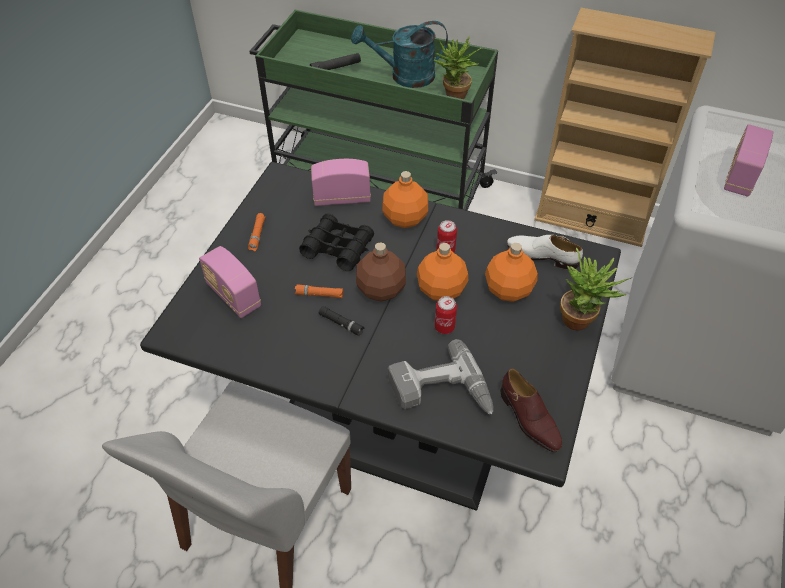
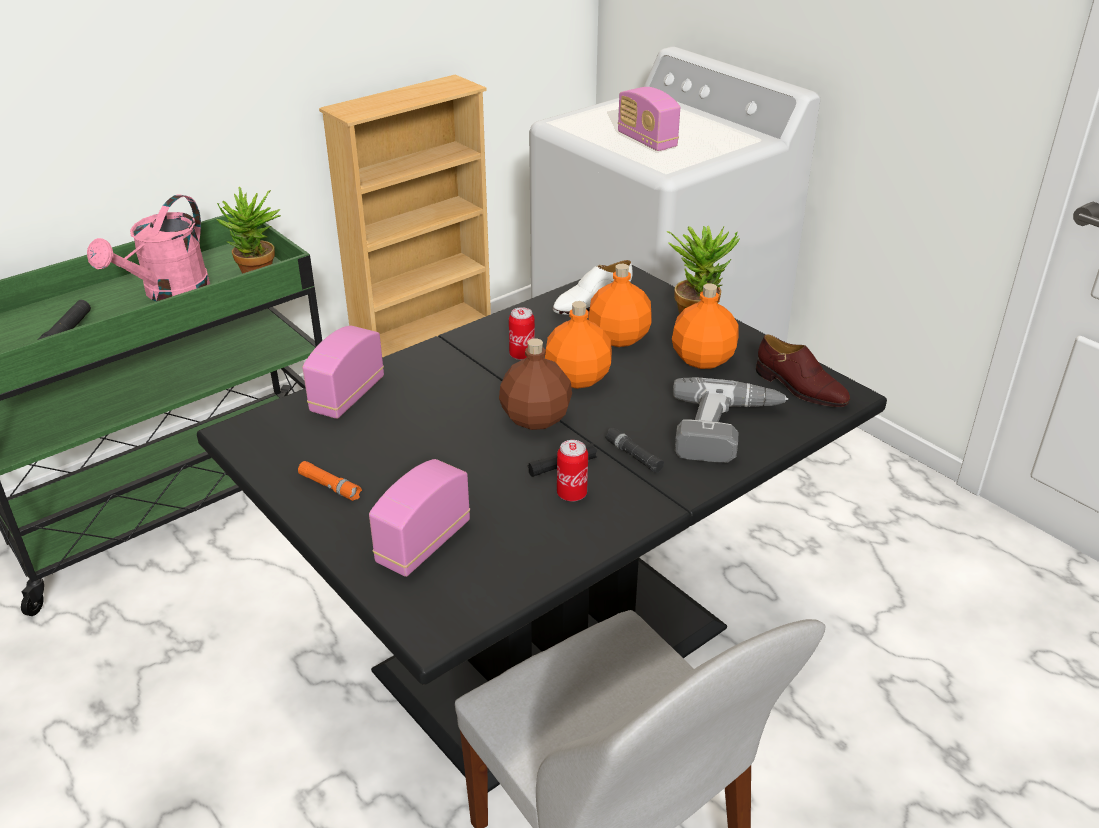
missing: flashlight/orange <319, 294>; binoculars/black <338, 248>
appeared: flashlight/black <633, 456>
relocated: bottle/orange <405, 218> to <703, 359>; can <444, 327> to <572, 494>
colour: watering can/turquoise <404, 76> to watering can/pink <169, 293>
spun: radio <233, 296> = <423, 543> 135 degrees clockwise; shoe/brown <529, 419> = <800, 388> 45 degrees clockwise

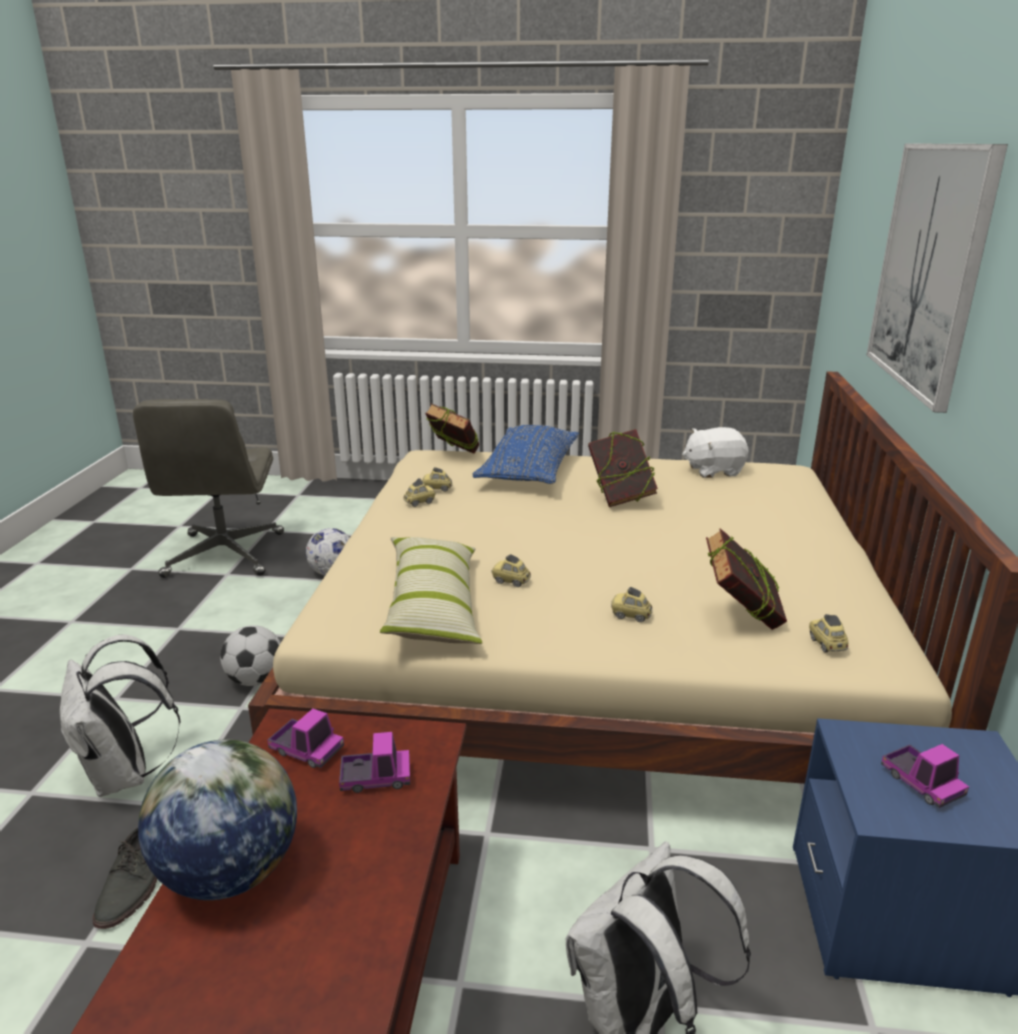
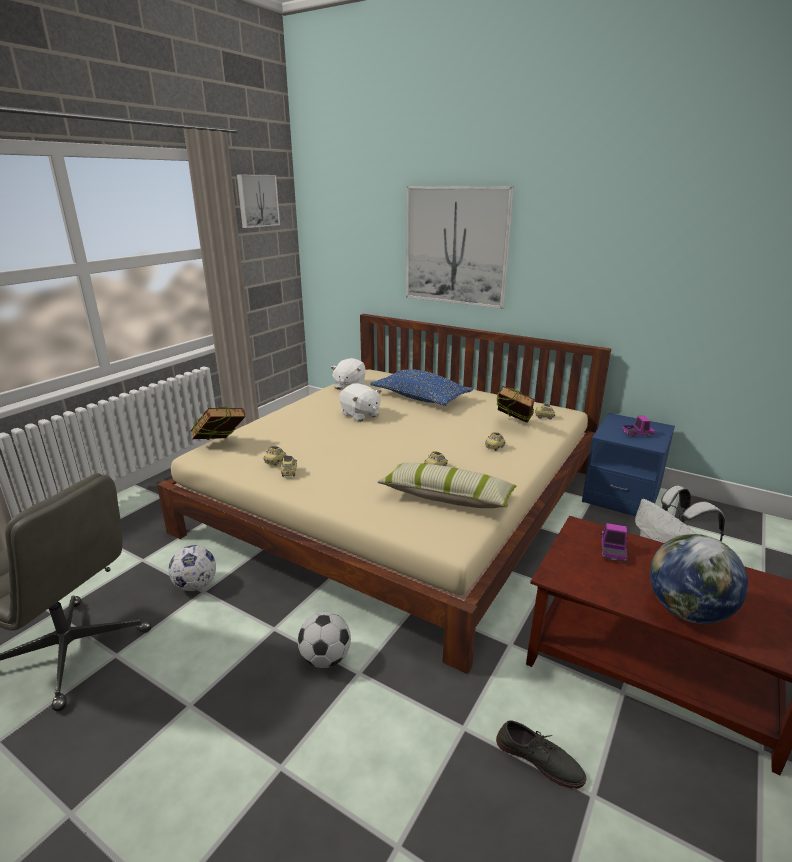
missing: backpack/white <125, 775>; toy truck <307, 750>
appeared: picture <257, 201>
relocated: pillow/blue <528, 471> to <420, 398>
exchanged: book <620, 499> to plush toy/white <360, 415>

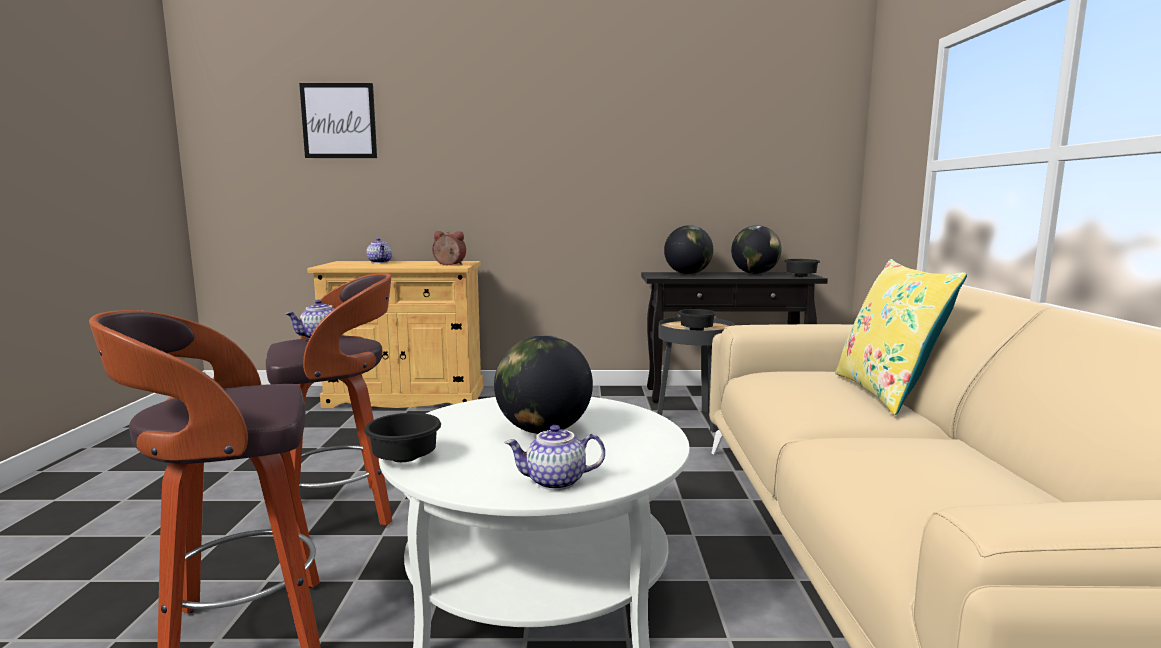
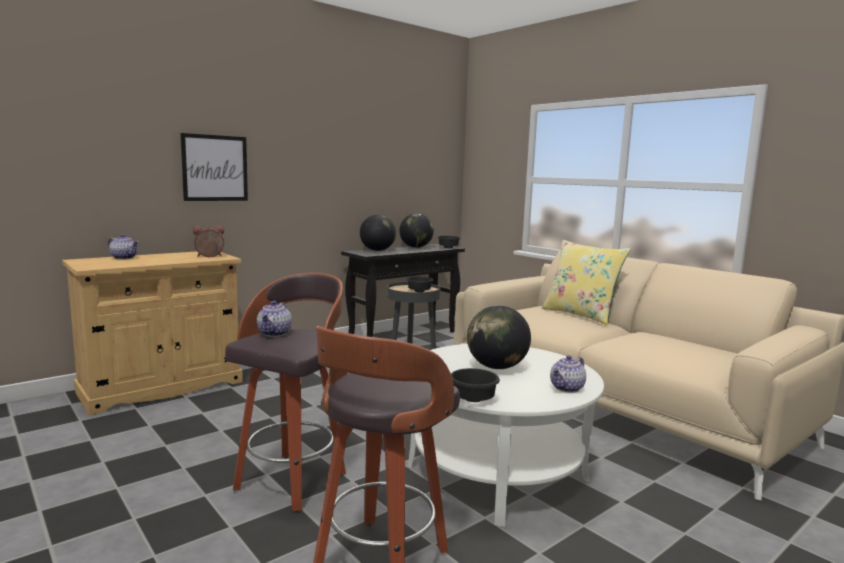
relocated: picture <339, 121> to <215, 168>

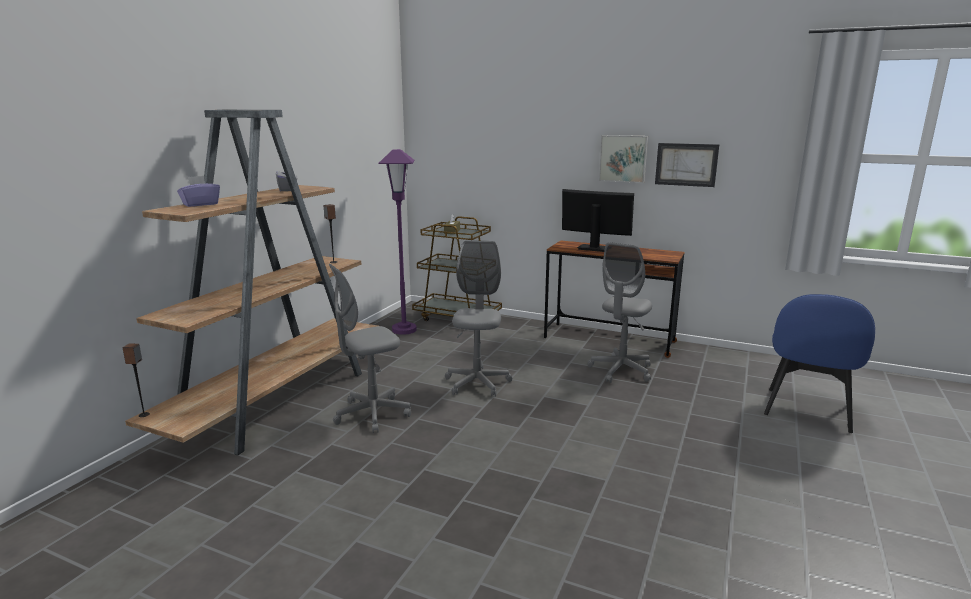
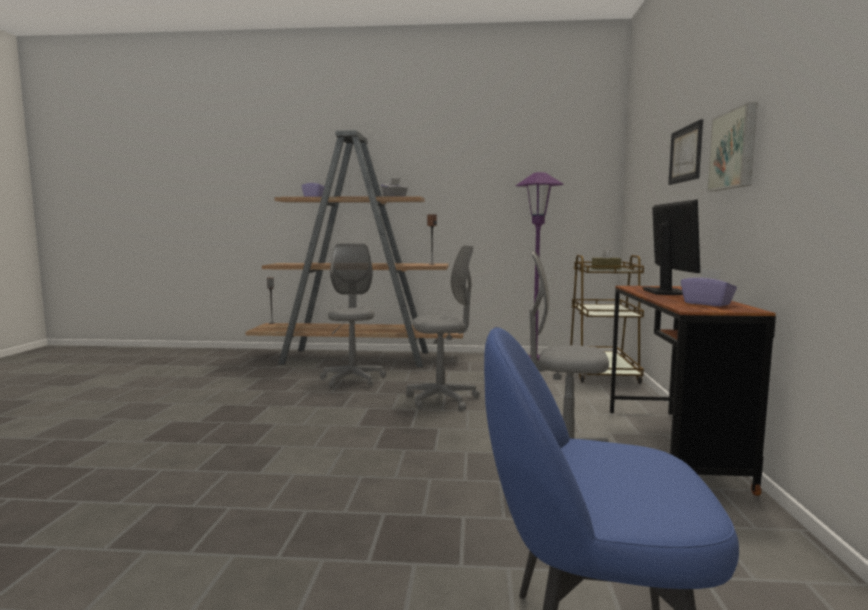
appeared: tissue box/purple <707, 304>
relocated: picture <686, 164> to <685, 154>
spun: office chair/grey <372, 414> = <352, 380> 45 degrees clockwise

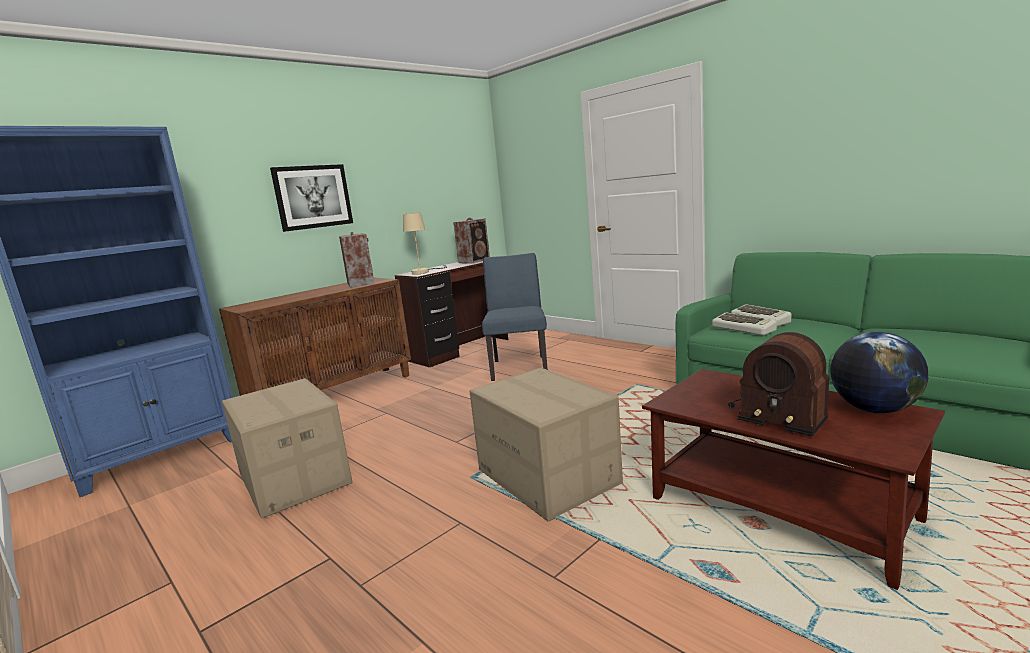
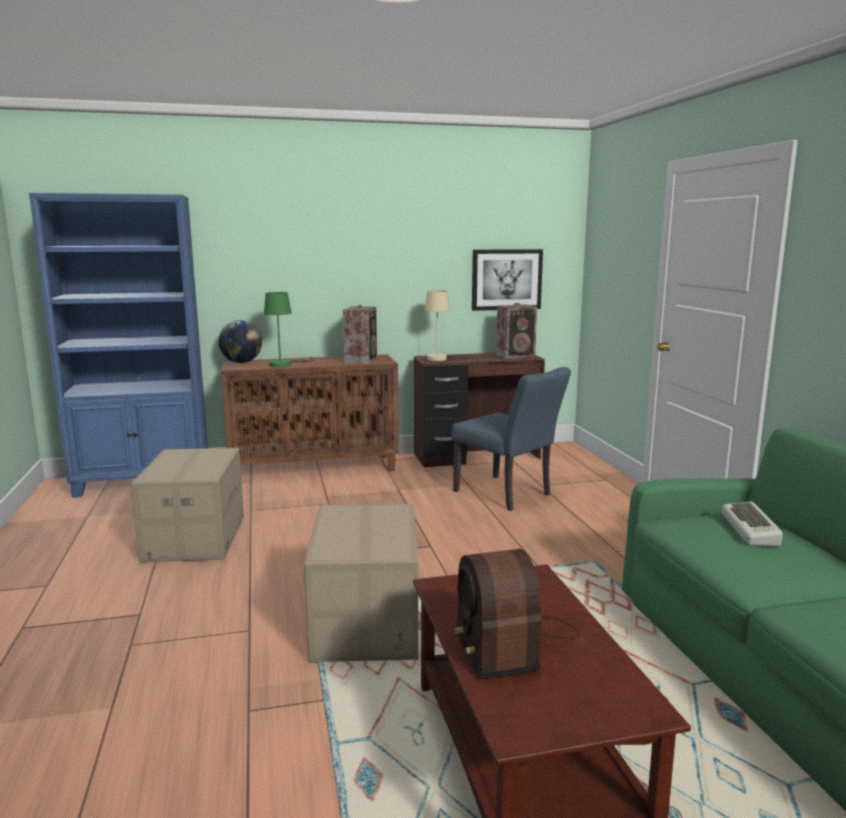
missing: keyboard <744, 329>
appeared: table lamp/green <286, 364>
relocated: picture <313, 197> to <506, 279>; globe <874, 409> to <241, 362>
spun: chair/blue <519, 366> = <507, 495> 105 degrees clockwise

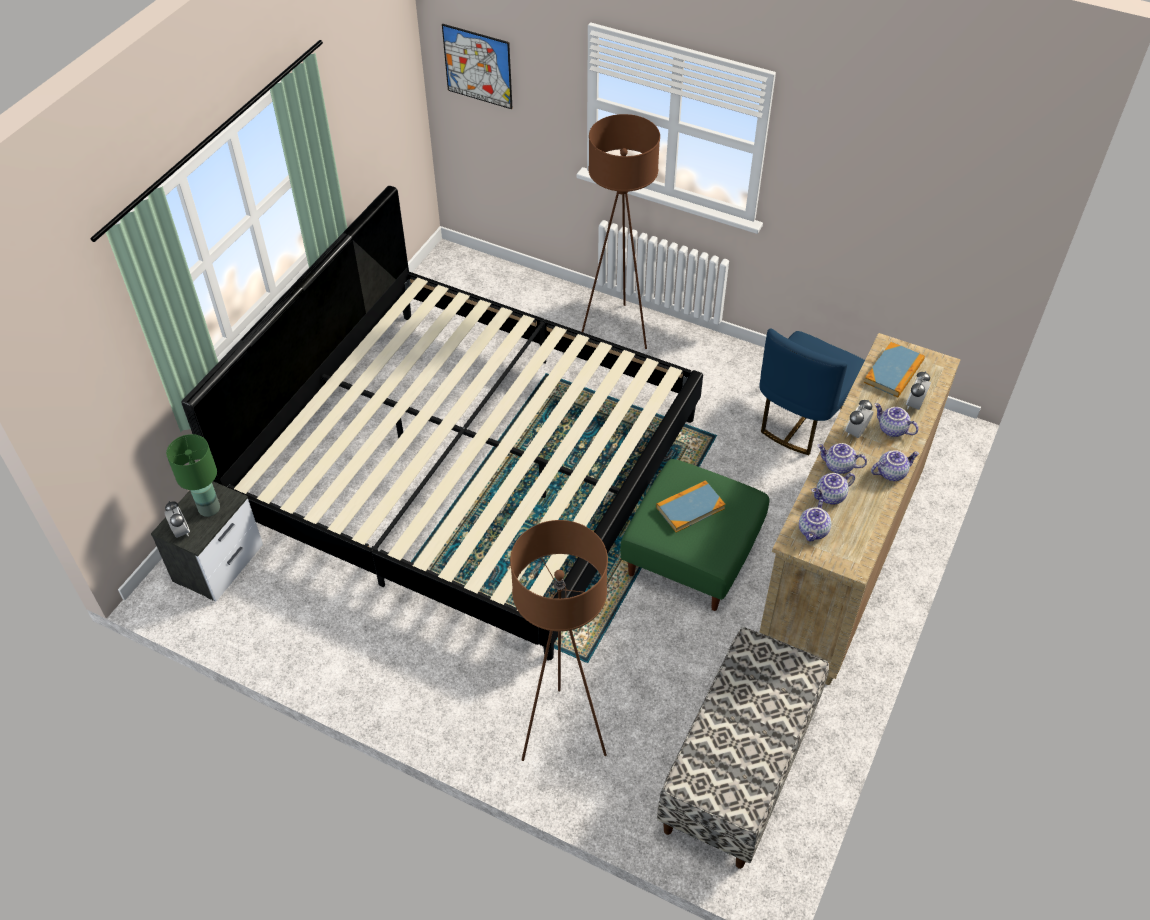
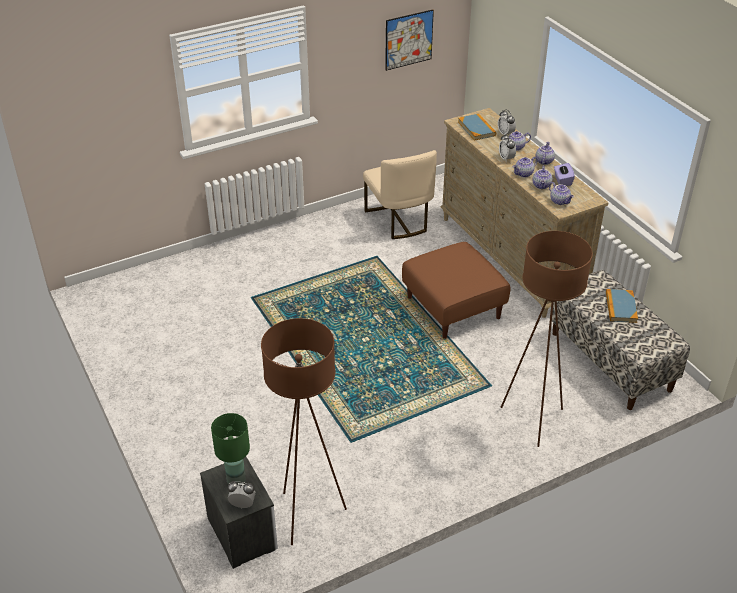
missing: bed <469, 466>
appeared: tissue box/purple <562, 180>
relocated: picture <478, 66> to <408, 39>; floor lamp/brown <617, 330> to <308, 515>; book <690, 508> to <620, 307>
colour: ottoman/green <691, 554> to ottoman/brown <452, 307>; chair/blue <802, 419> to chair/beige <399, 220>

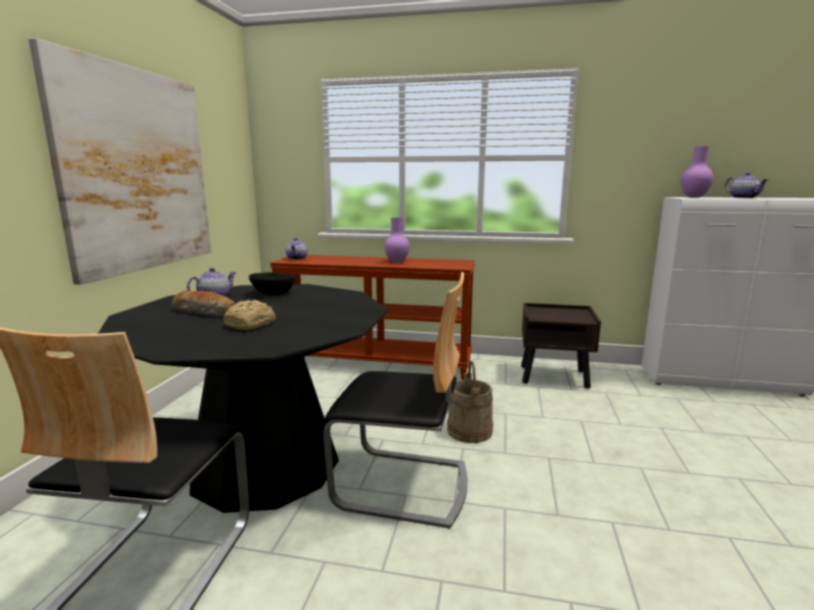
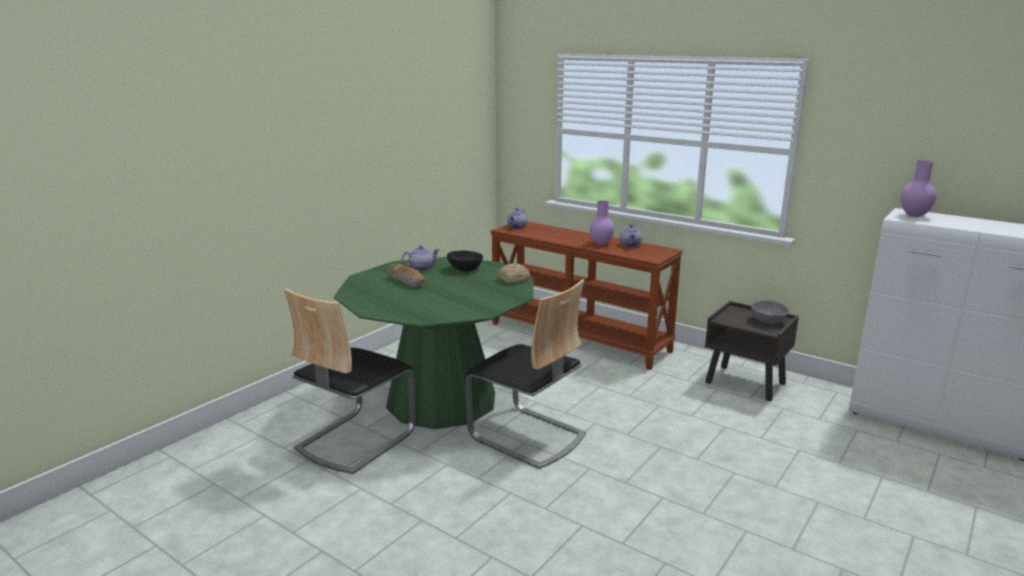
missing: picture <138, 171>; bucket/beige <469, 431>
appeared: bowl/grey <767, 321>
relocated: bread <251, 324> to <514, 279>; teapot <744, 198> to <630, 245>
colour: dining table/black <265, 464> to dining table/green <441, 400>

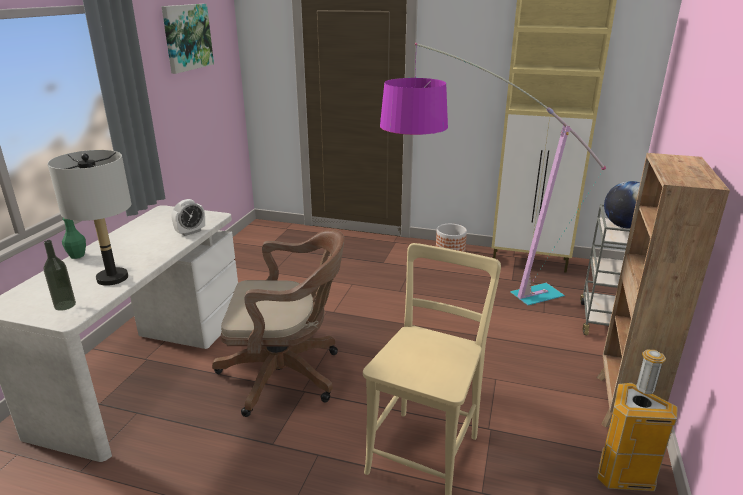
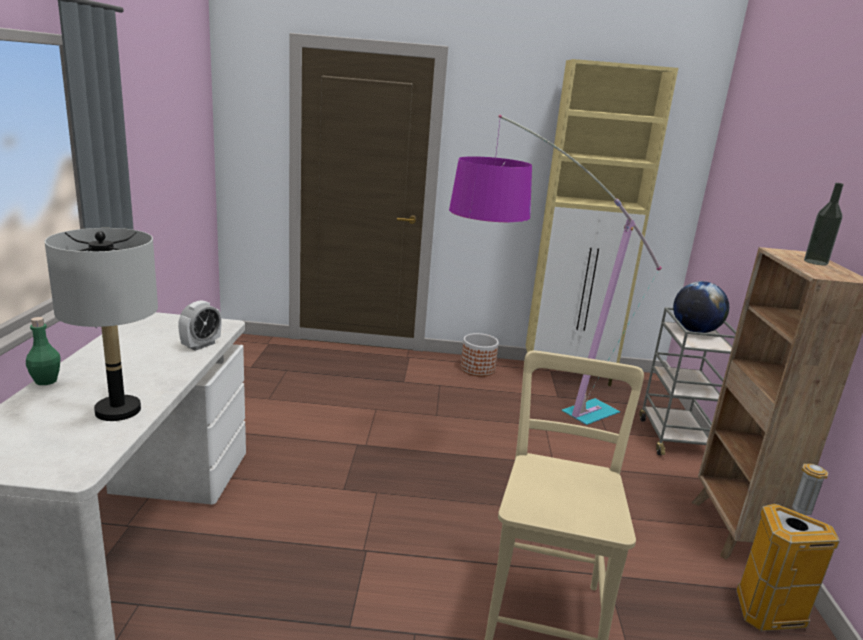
missing: picture <187, 37>; office chair/brown <287, 374>
relocated: bottle <65, 305> to <815, 262>

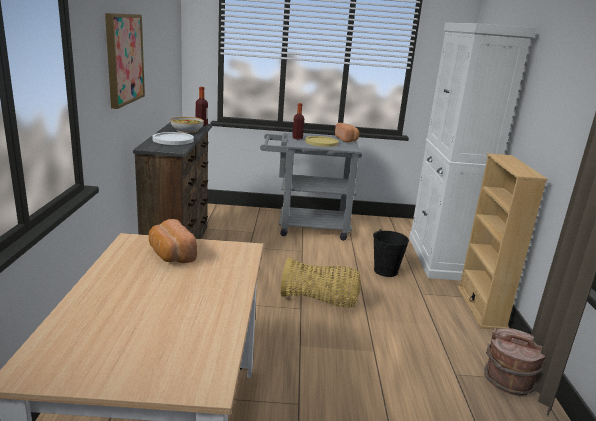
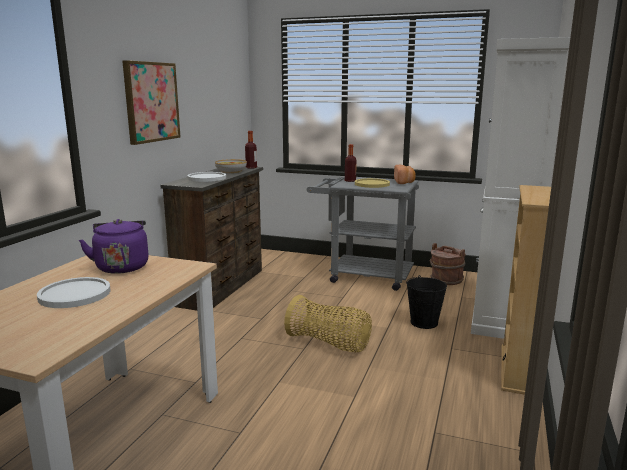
appeared: plate/white <74, 294>
relocated: bucket/brown <508, 381> to <446, 280>
exchanged: bread <170, 255> to kettle/purple <122, 266>

